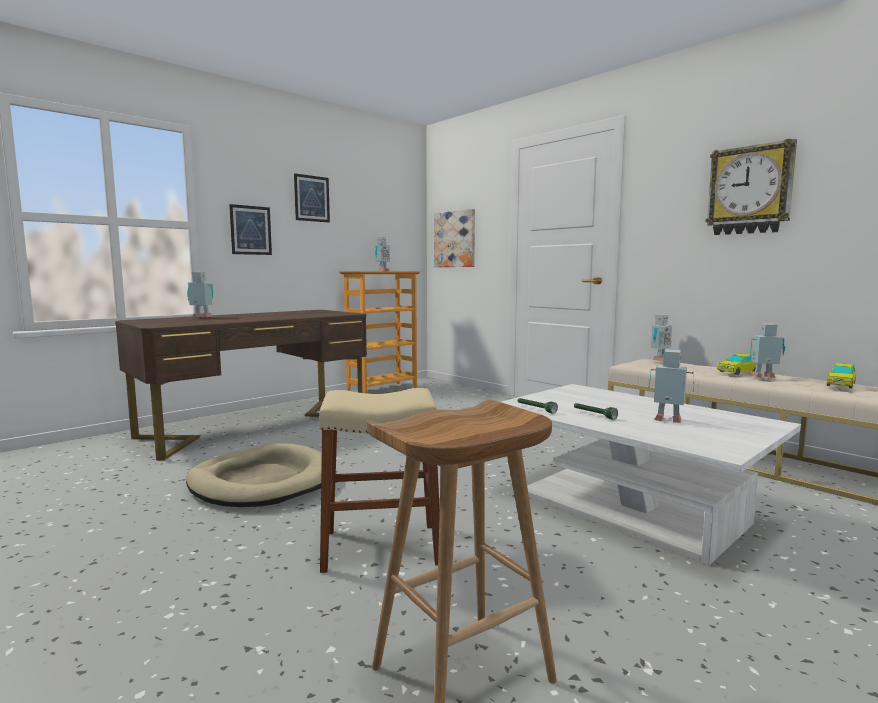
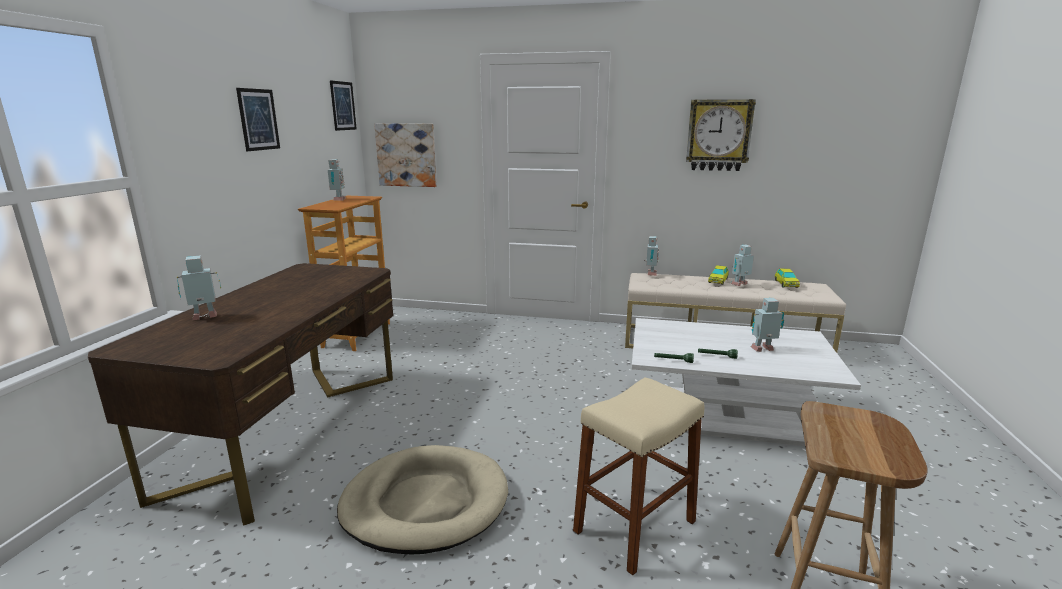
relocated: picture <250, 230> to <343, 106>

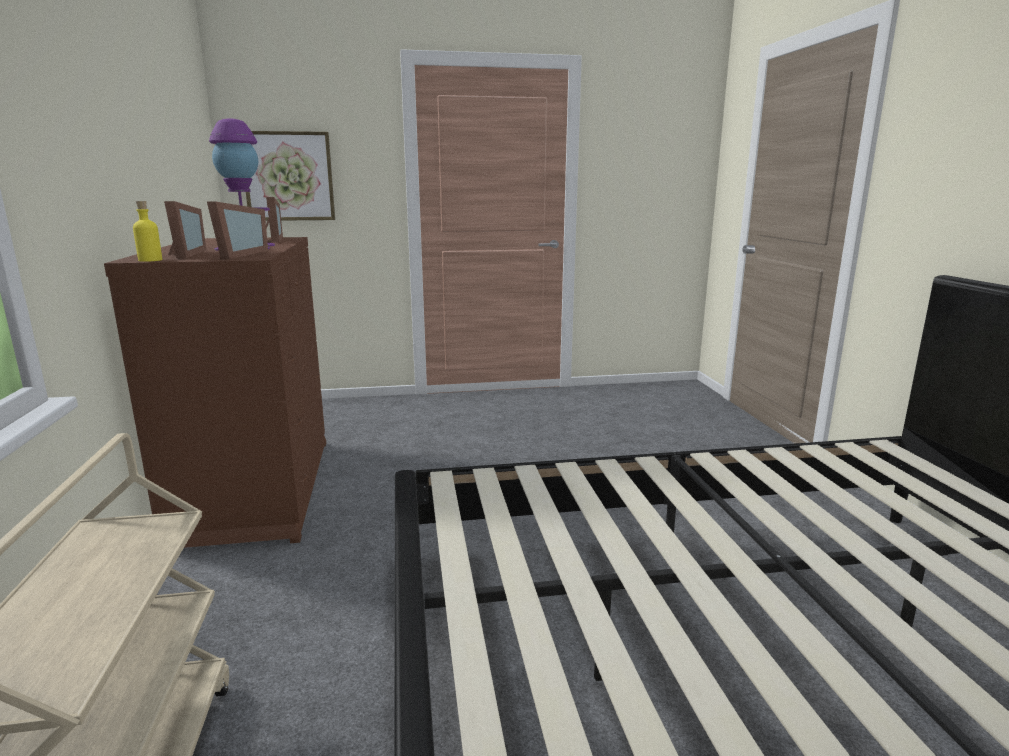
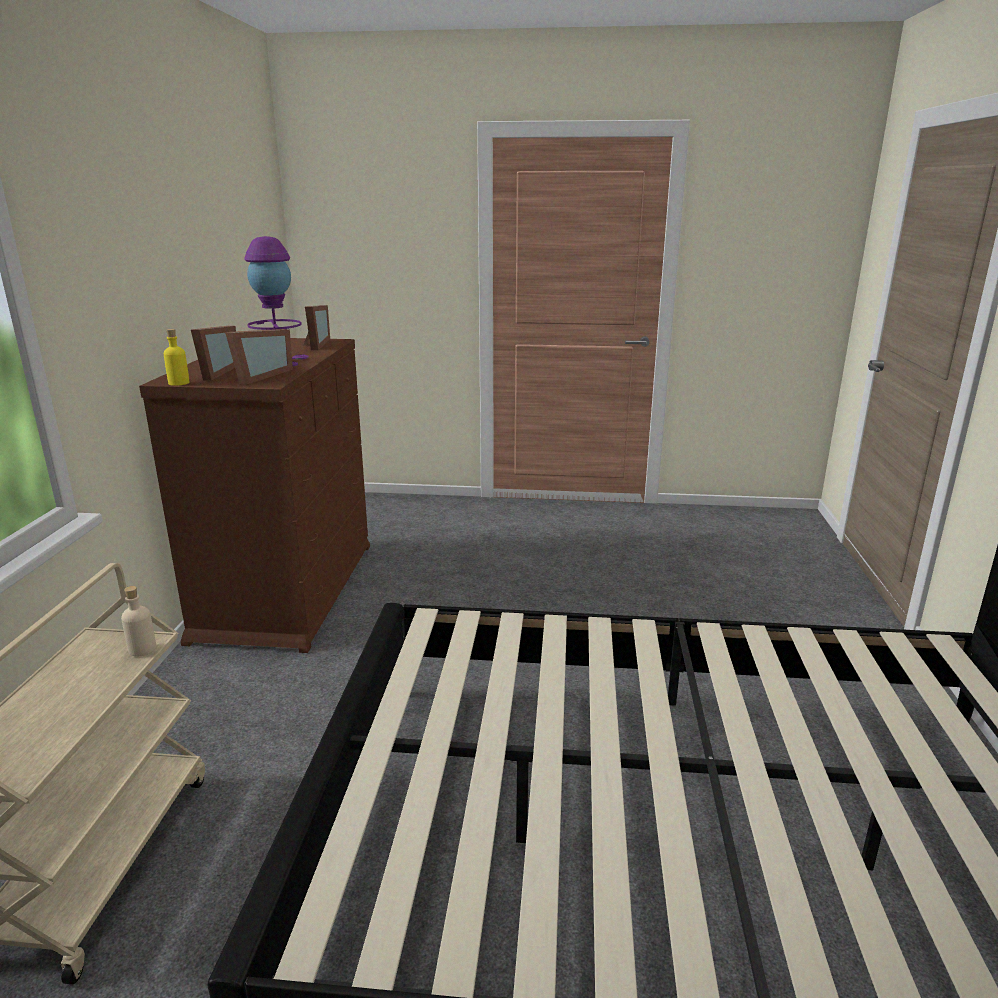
missing: picture <288, 176>
appeared: bottle/beige <142, 649>

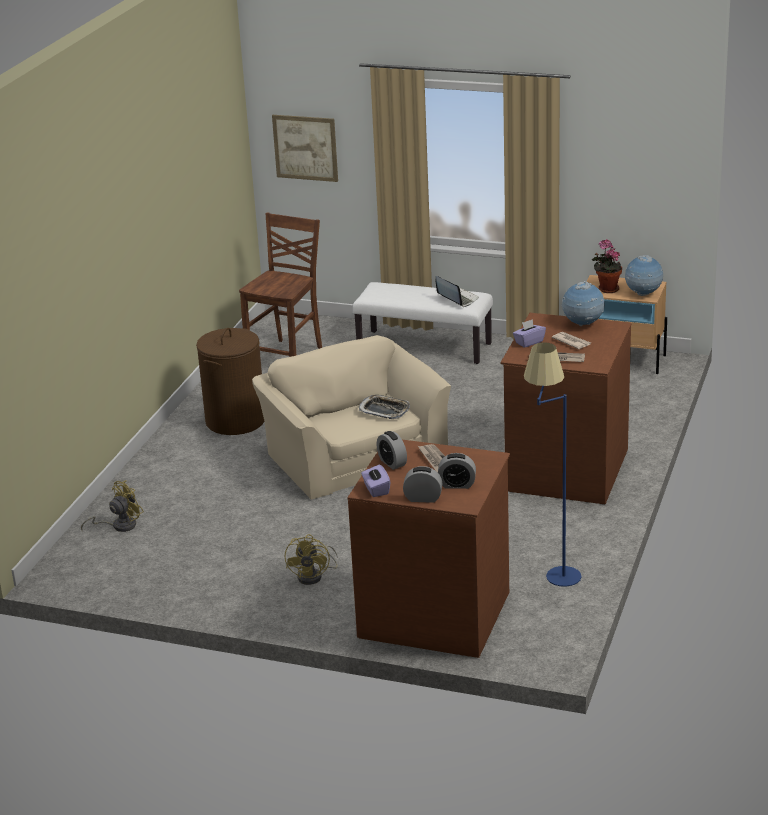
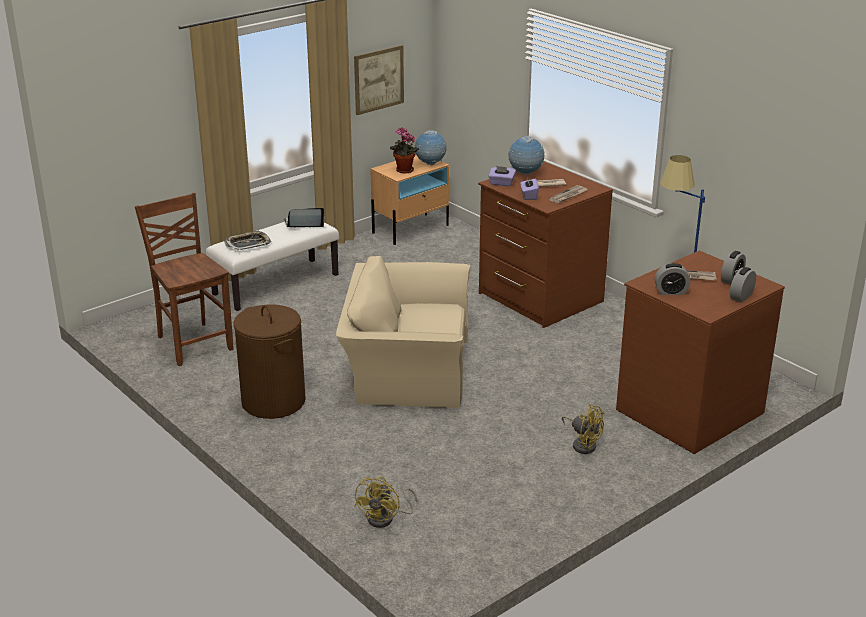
relocated: picture <305, 147> to <378, 79>; tray <384, 410> to <248, 244>; tissue box/purple <376, 489> to <501, 183>
spun: fan/yellow <119, 525> = <386, 518> 150 degrees counterclockwise

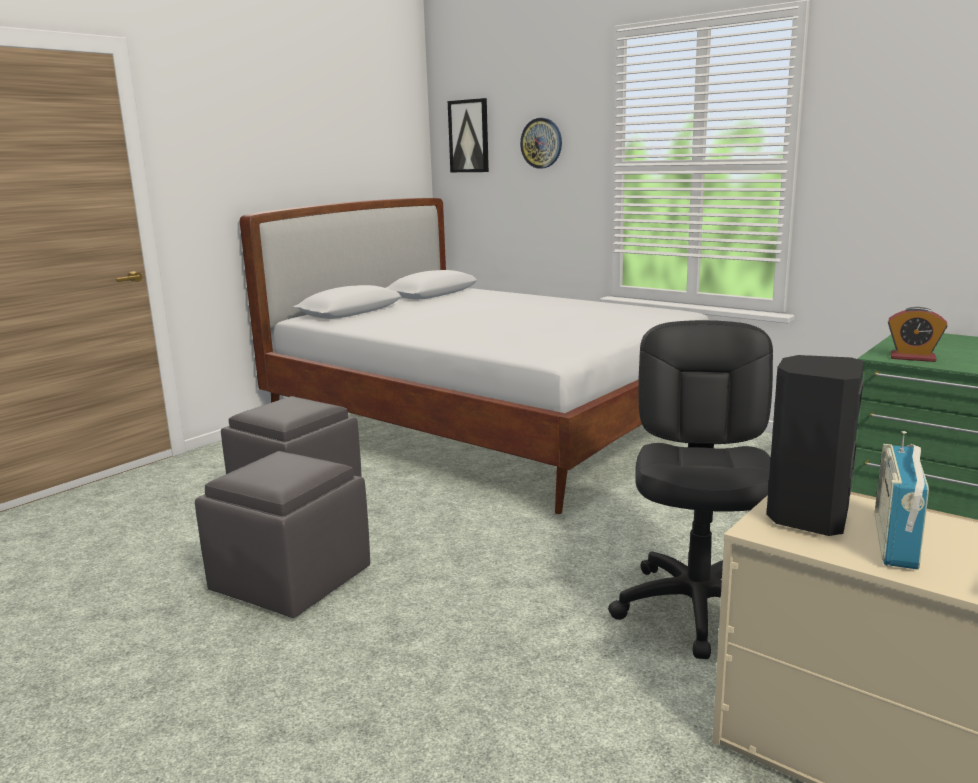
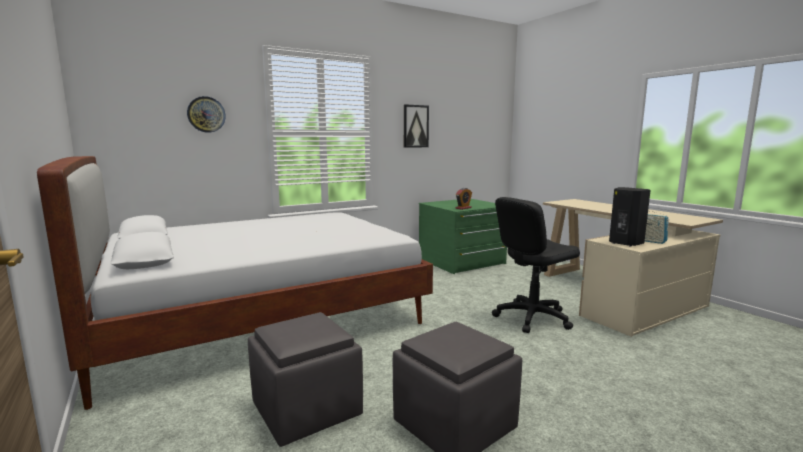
relocated: picture <469, 136> to <415, 126>
spun: office chair/black <698, 608> = <532, 317> 60 degrees counterclockwise

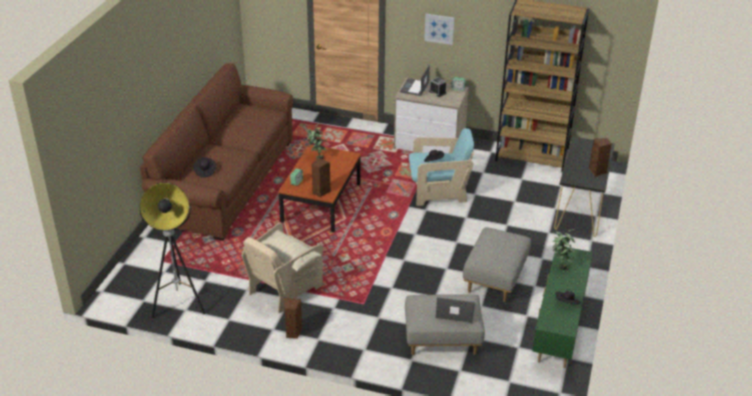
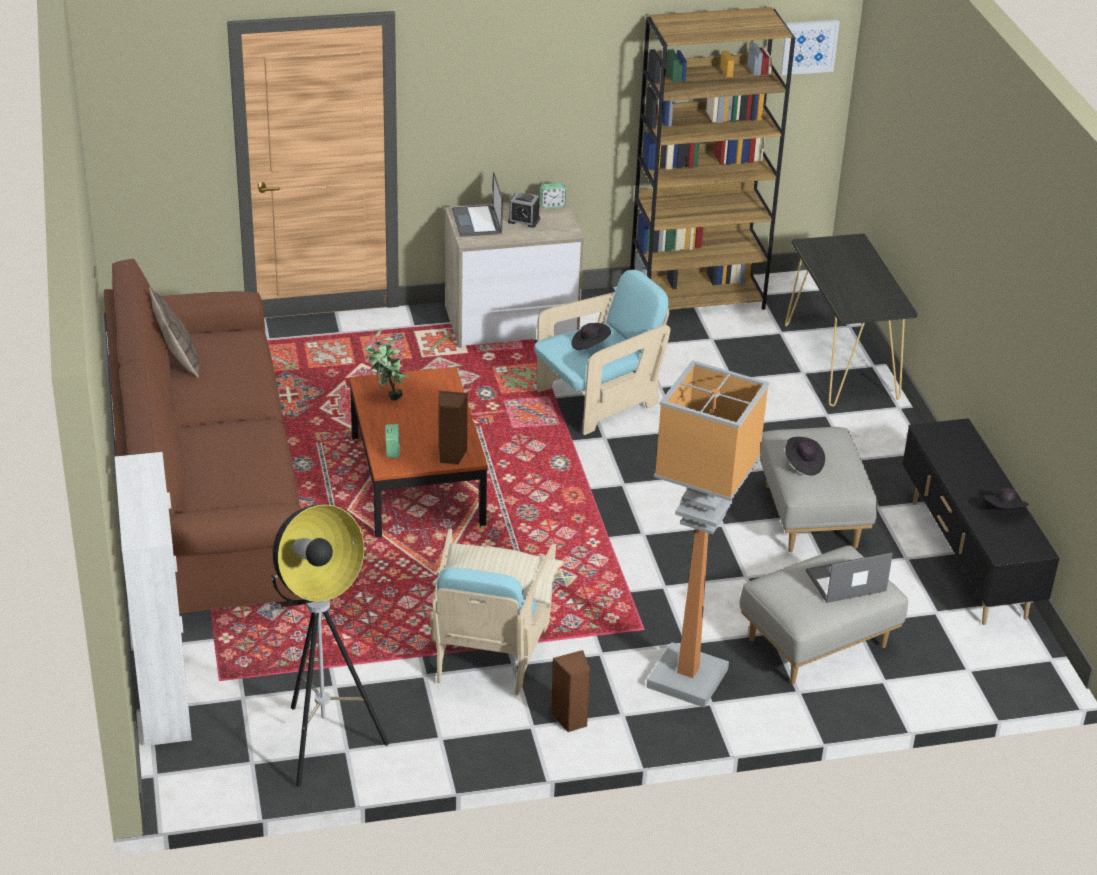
missing: potted plant <560, 265>; speaker/brown <598, 171>
appeared: cabinet/white <163, 692>; pillow <177, 361>; floor lamp <689, 678>
relocated: hat/black <205, 171> to <803, 464>; picture <439, 28> to <809, 46>
colour: armchair/beige <284, 289> to armchair/turquoise <489, 650>; tv stand/green <558, 327> to tv stand/black <966, 560>

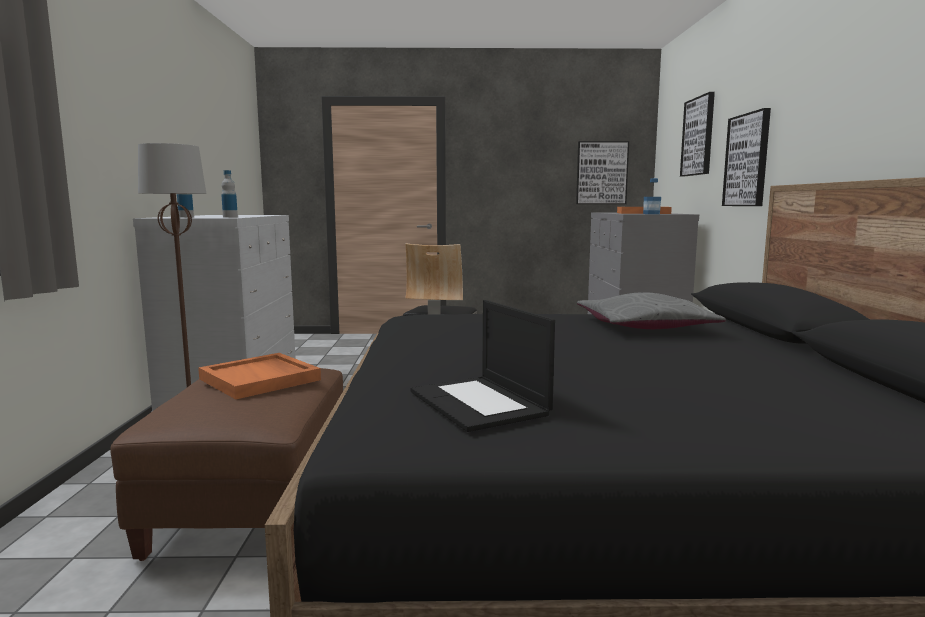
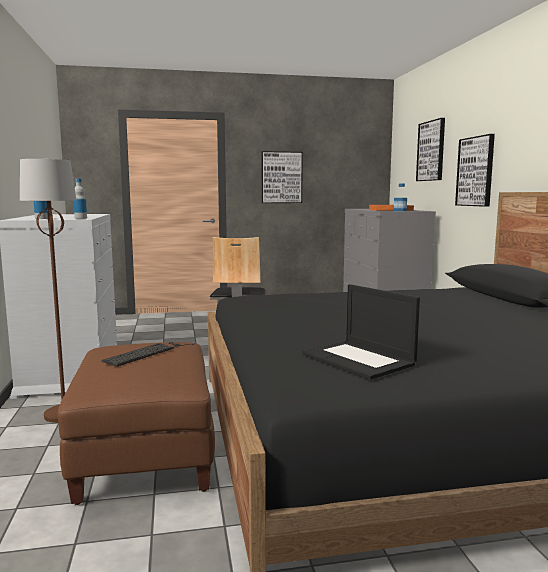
missing: pillow/grey <644, 327>
relocated: picture <601, 173> to <281, 177>
exchanged: tray/orange <261, 379> to keyboard <147, 353>

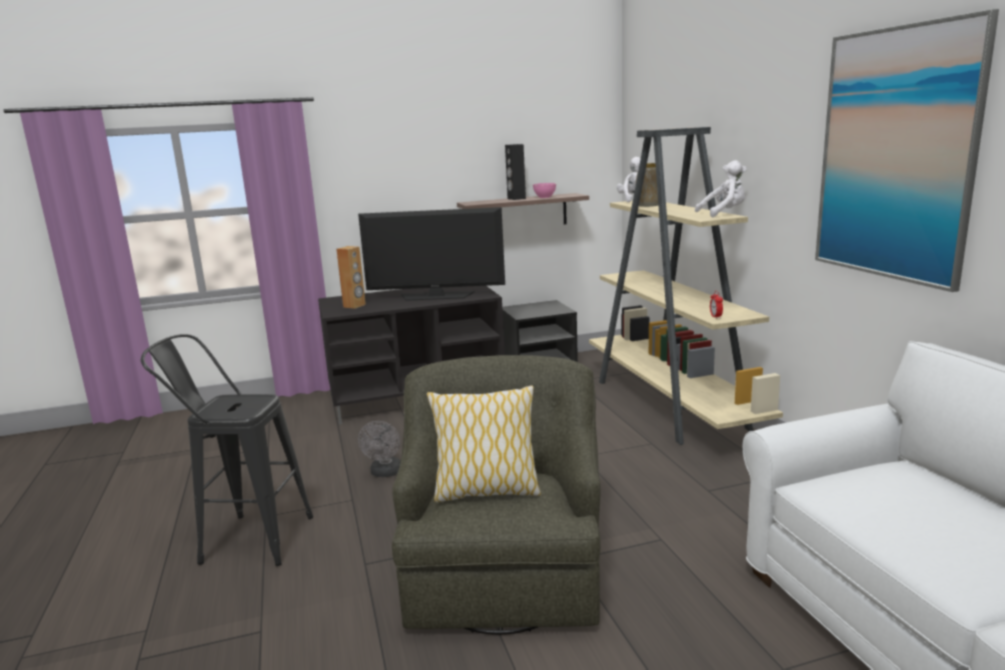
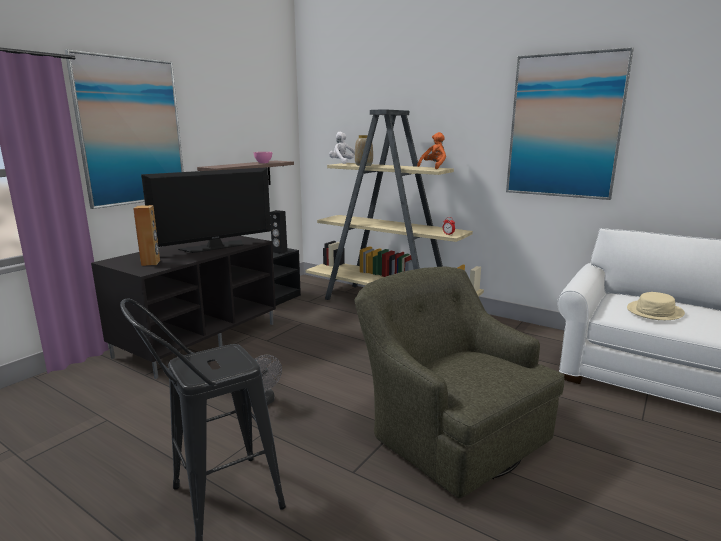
missing: pillow <486, 491>
appeared: picture <131, 132>; hat/beige <655, 311>
relocated: speaker/black <516, 198> to <279, 251>
colour: plush toy/white <724, 213> to plush toy/orange <434, 167>

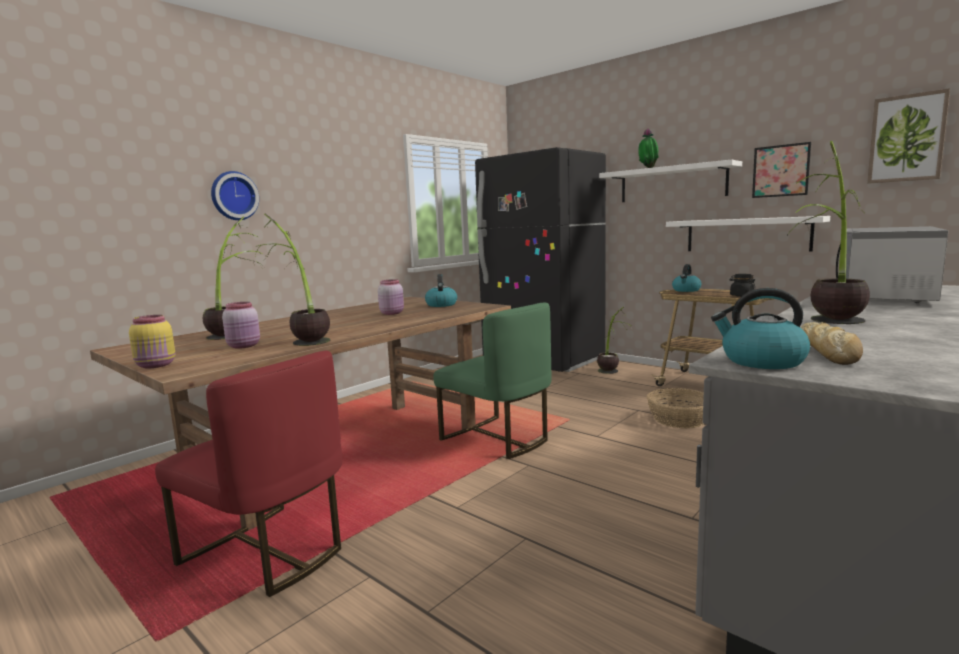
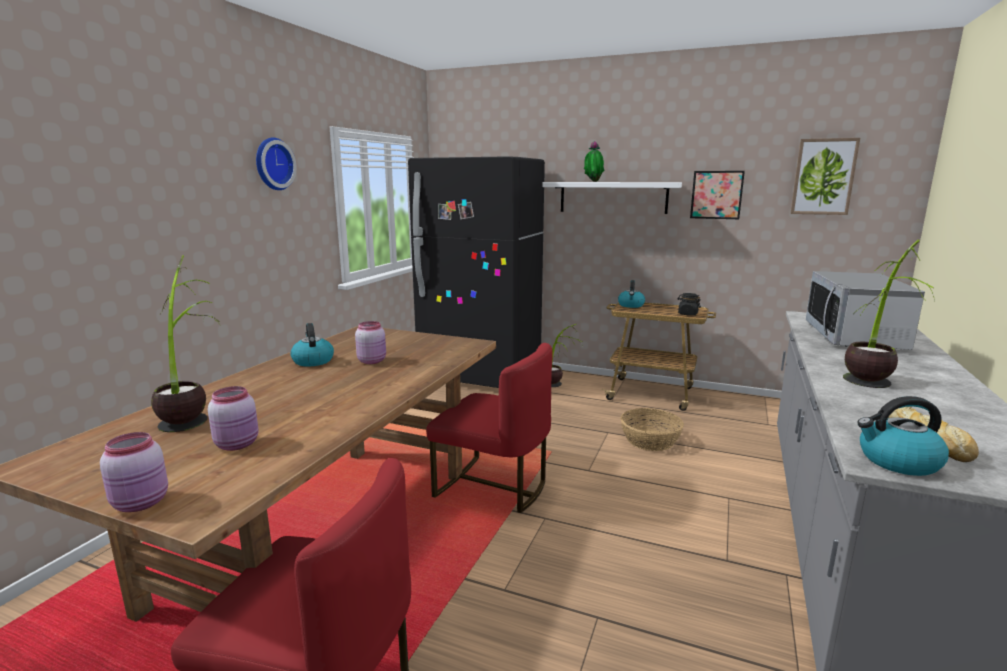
missing: potted plant <301, 338>; shelf/white <747, 235>
relocated: wall clock <233, 196> to <272, 164>; kettle <441, 304> to <313, 361>
colour: jar/yellow <156, 365> to jar/pink <142, 503>; chair/green <497, 439> to chair/red <493, 487>

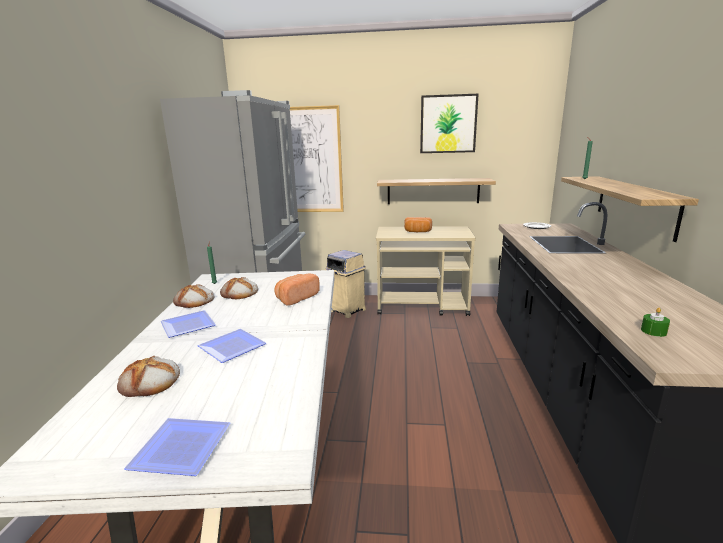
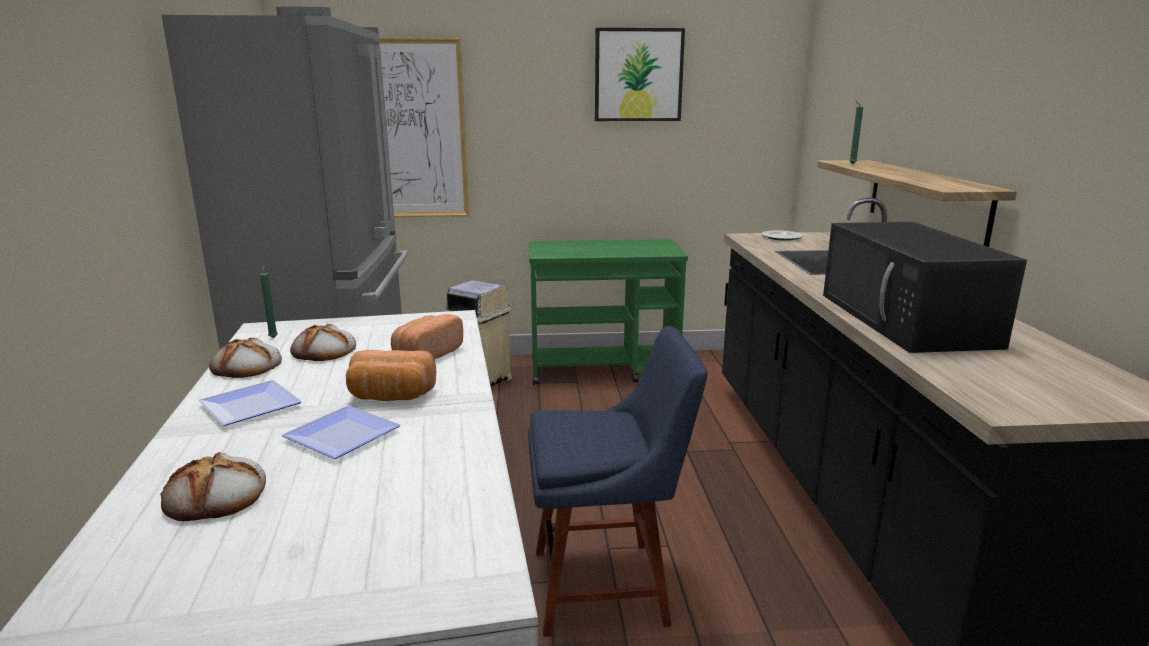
missing: plate <180, 447>; shelf <433, 191>; candle/green <653, 331>
appeared: chair/blue <607, 585>; microwave/black <907, 320>
relocated: bread <417, 232> to <390, 396>
colour: cart/beige <422, 306> to cart/green <604, 369>

